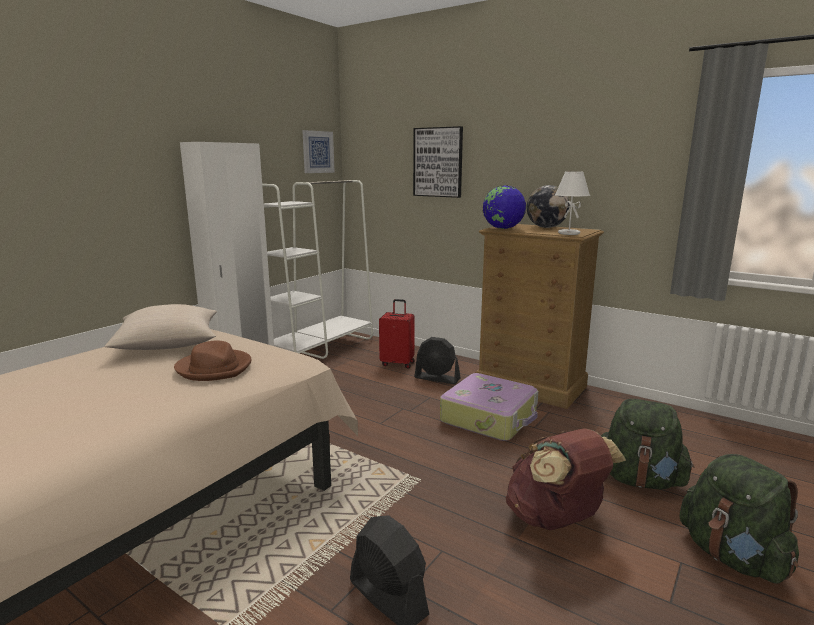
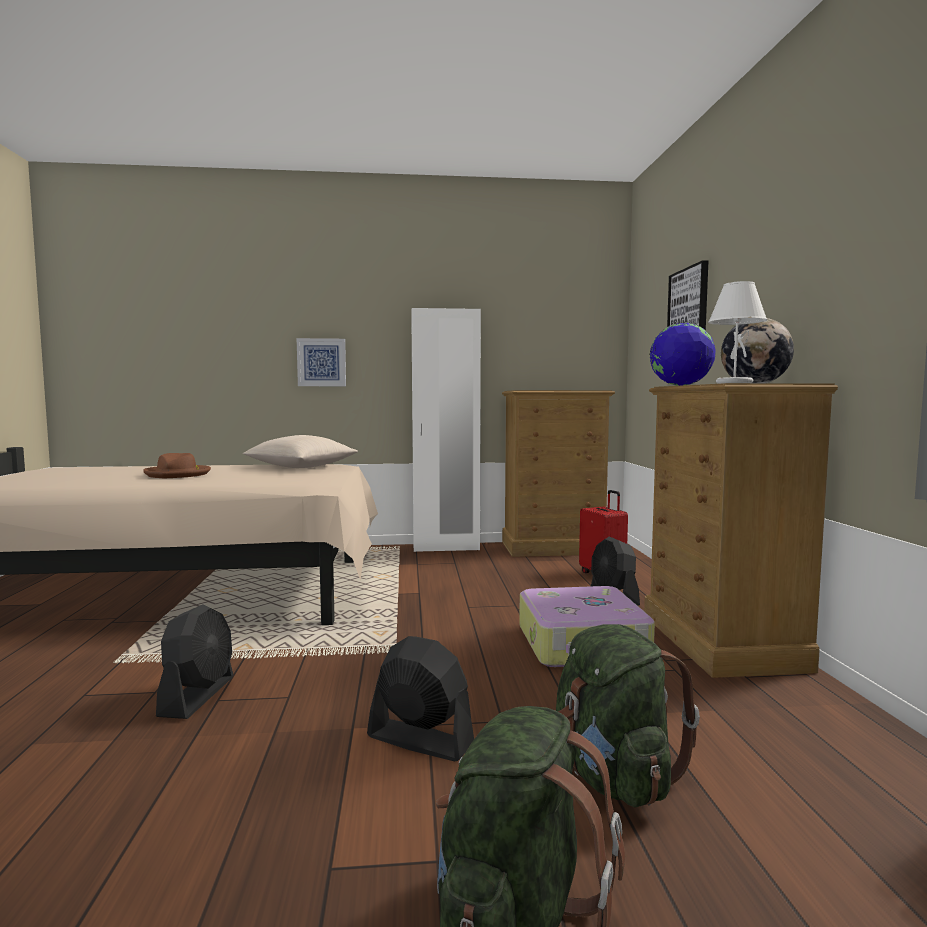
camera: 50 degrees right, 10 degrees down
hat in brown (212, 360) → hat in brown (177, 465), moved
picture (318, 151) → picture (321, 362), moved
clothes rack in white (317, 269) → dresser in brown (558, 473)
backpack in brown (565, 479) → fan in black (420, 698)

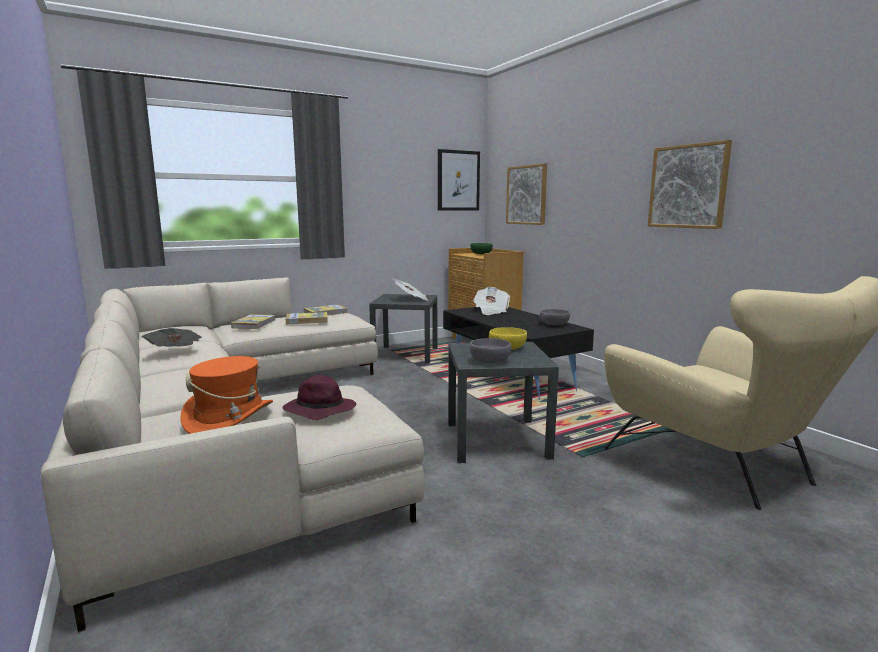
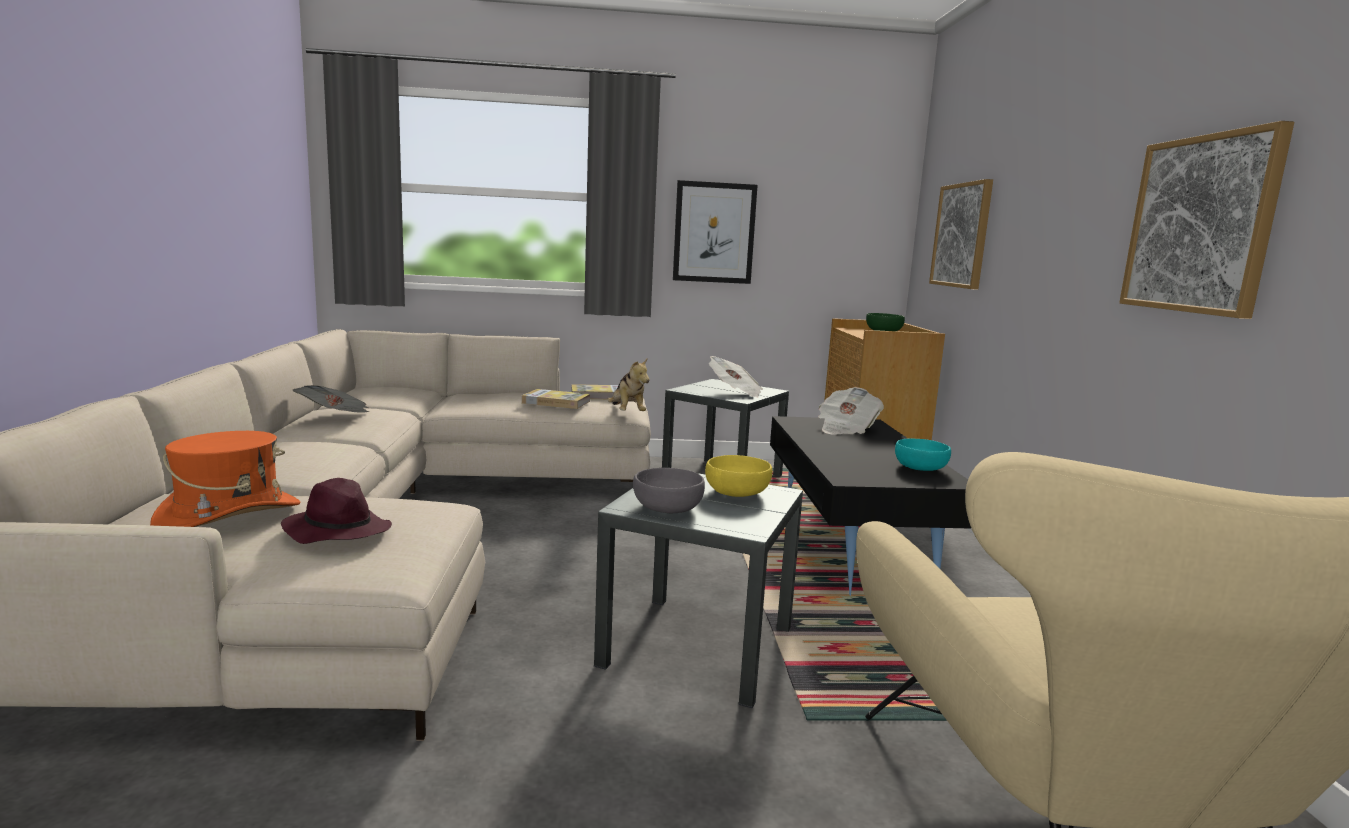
camera: 25 degrees right, 0 degrees up
book (253, 321) → -
- → plush toy (628, 385)
picture (459, 180) → picture (715, 232), moved
bowl in grey (555, 317) → bowl in turquoise (923, 455)

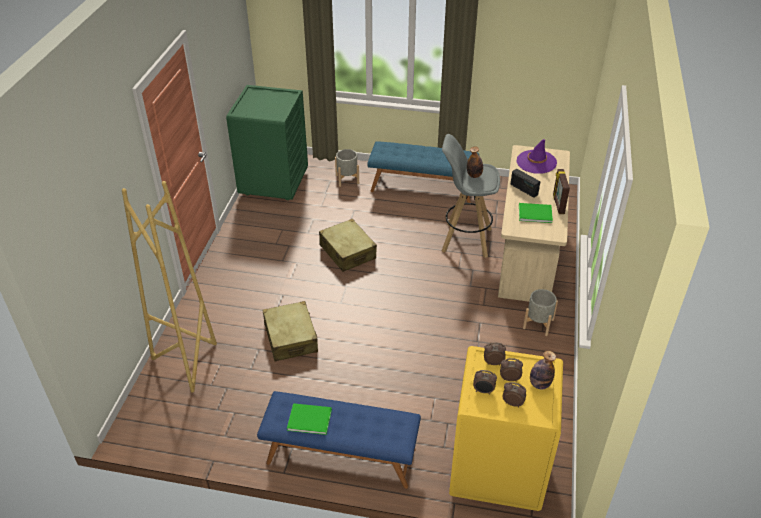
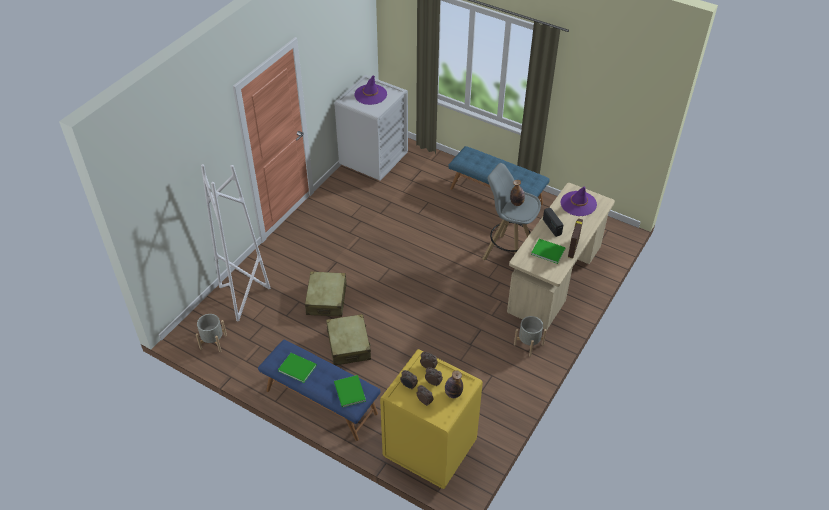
camera: 20 degrees right, 5 degrees up
- → book in green (350, 391)
- → hat in purple (370, 90)
suitcase in beige (348, 245) → suitcase in beige (348, 340), moved
planter in grey (347, 168) → planter in grey (211, 333), moved
clothes rack in yellow (169, 286) → clothes rack in white (235, 243)
dresser in green (267, 142) → dresser in grey (371, 128)

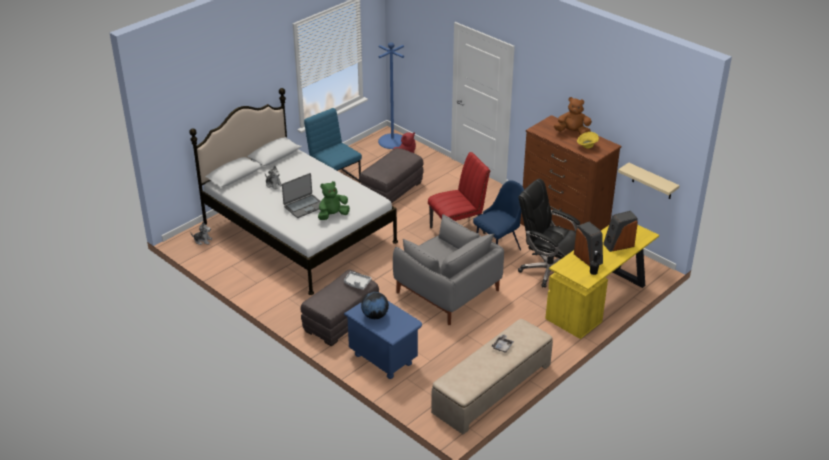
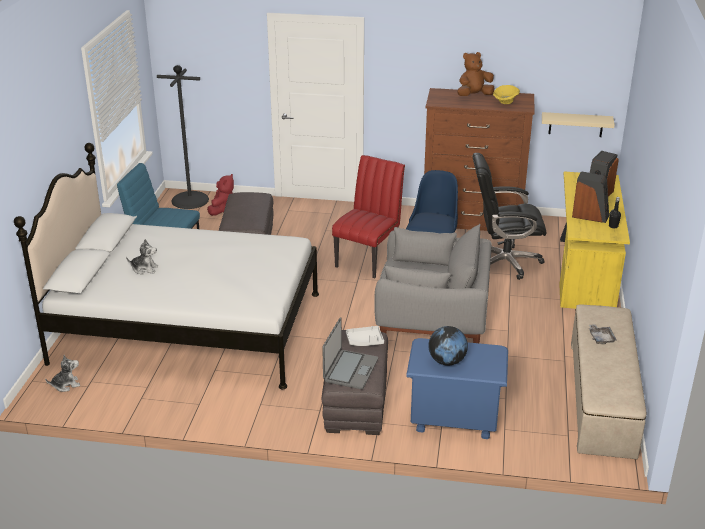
camera: 35 degrees left, 5 degrees down
plush toy in green (334, 200) → -
laptop (301, 195) → laptop (350, 353), moved
clothes rack in blue (391, 95) → clothes rack in black (183, 137)

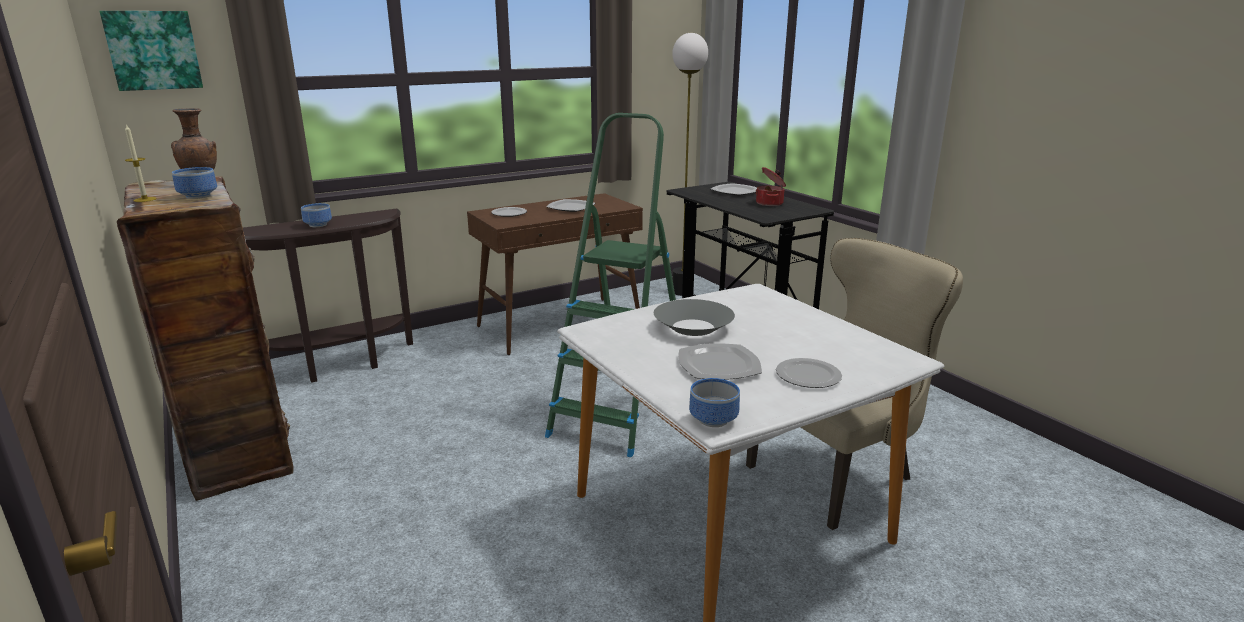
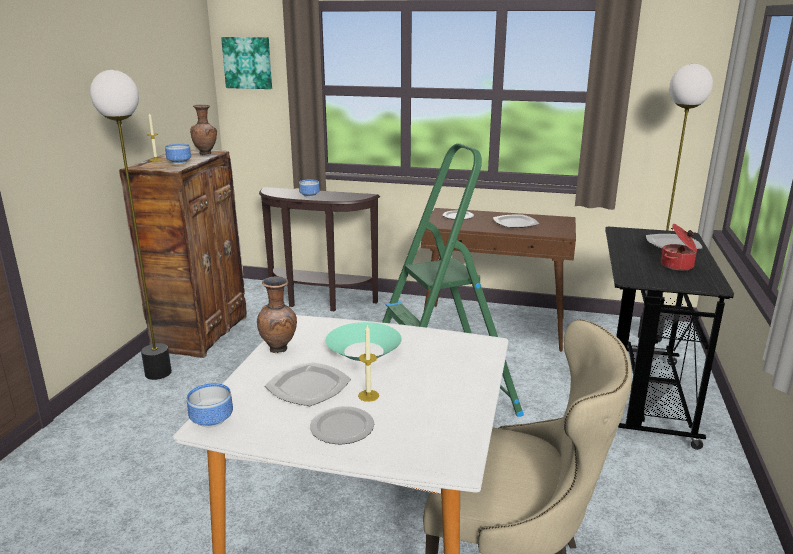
camera: 45 degrees right, 0 degrees up
- → floor lamp (131, 225)
- → vase in brown (277, 314)
- → candle (368, 363)
bowl in grey (694, 317) → bowl in turquoise (364, 341)

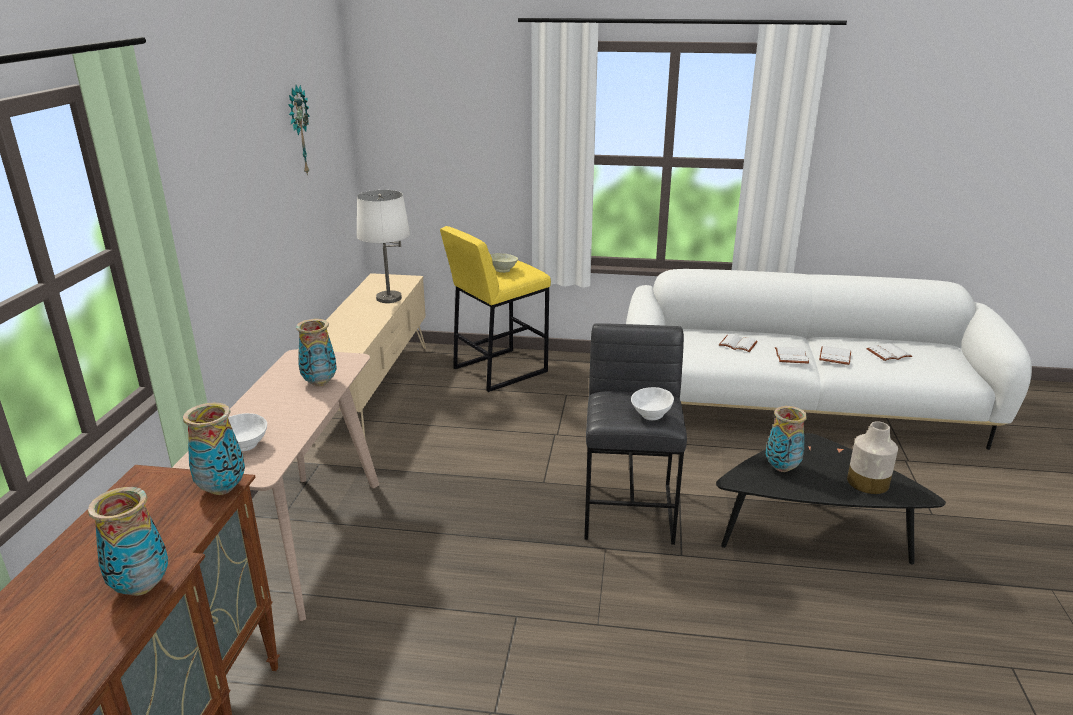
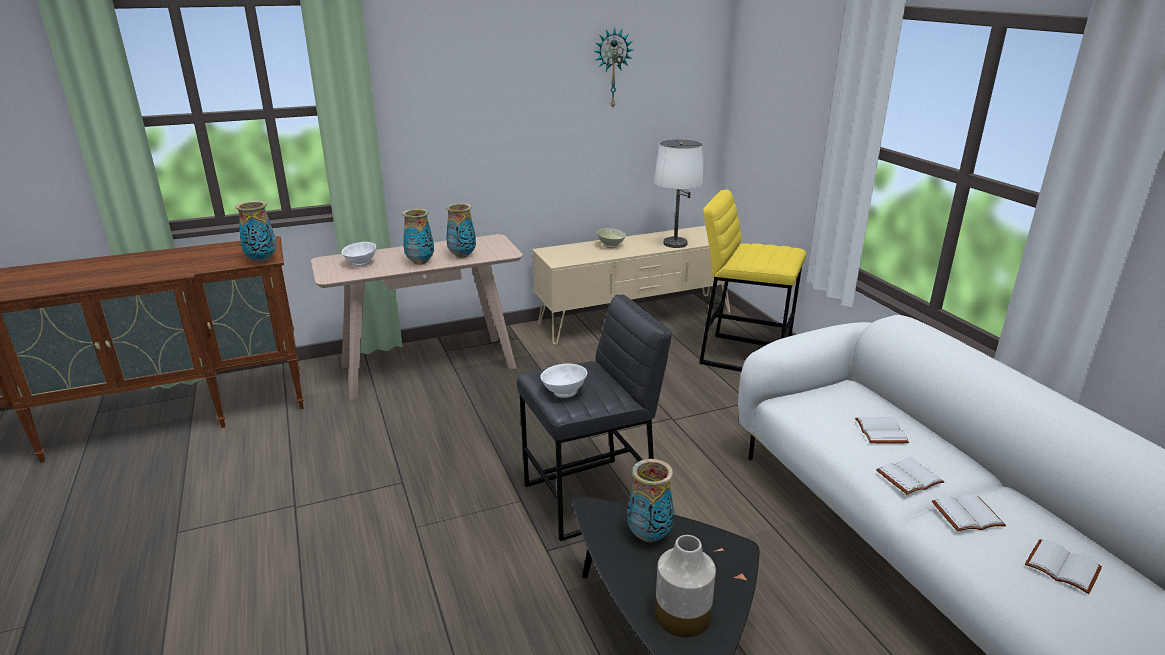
camera: 60 degrees right, 0 degrees up
vase (128, 541) → vase (418, 237), moved
bowl in beige (504, 263) → bowl in beige (611, 238), moved

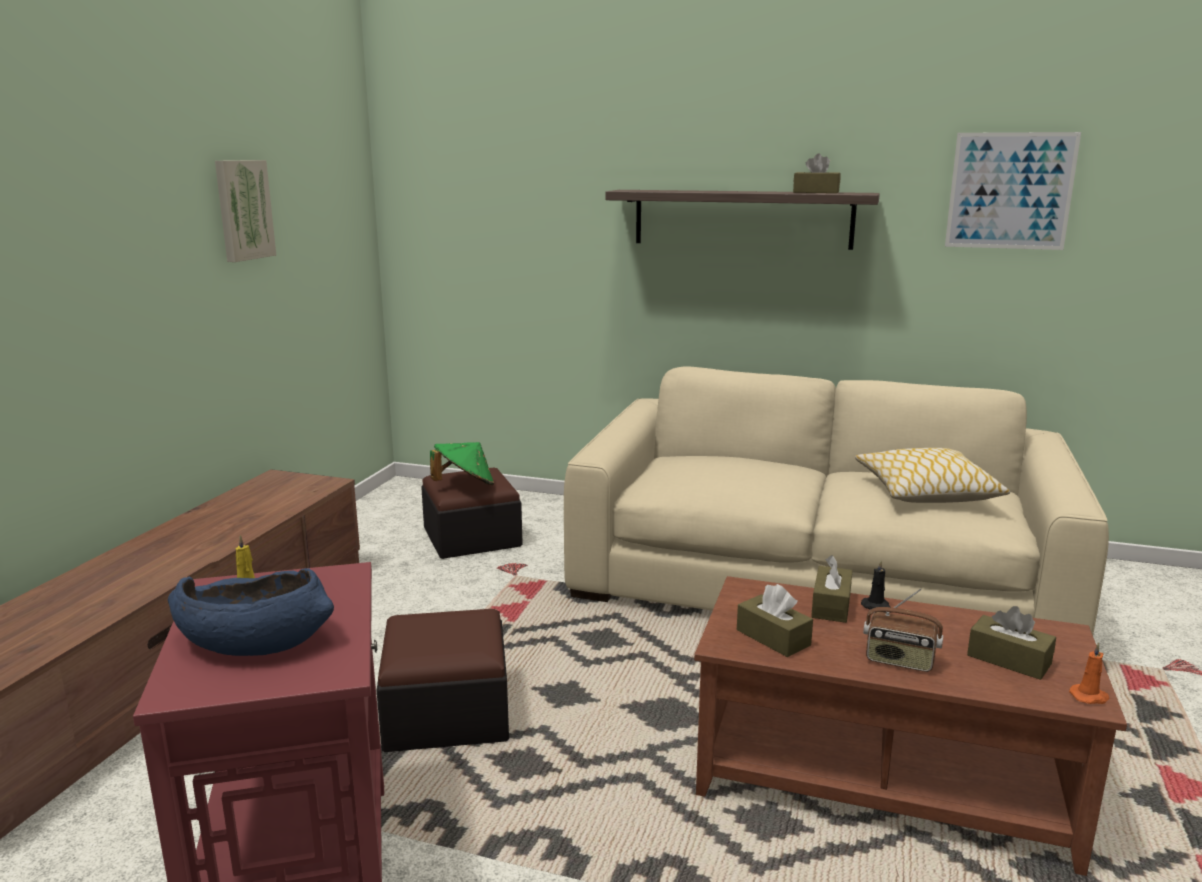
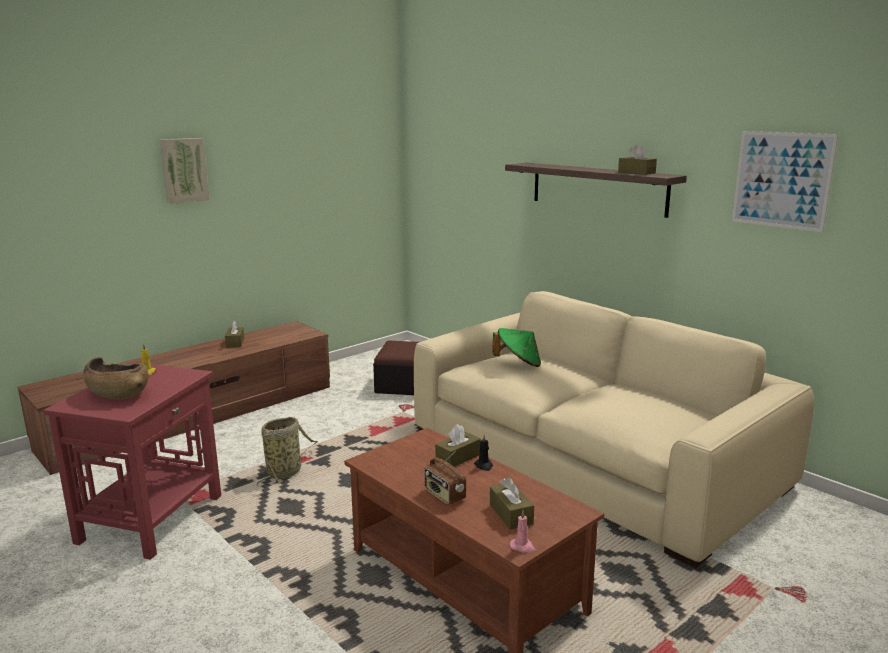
camera: 30 degrees right, 0 degrees up
pillow (932, 475) → -
picture (245, 211) → picture (185, 171), moved
hat in green (462, 463) → hat in green (516, 347), moved
tissue box in brown (775, 620) → tissue box in brown (234, 334), moved
ottoman (442, 680) → basket (286, 451)
bowl in blue (251, 612) → bowl in brown (116, 378)
candle in orange (1089, 673) → candle in pink (522, 531)

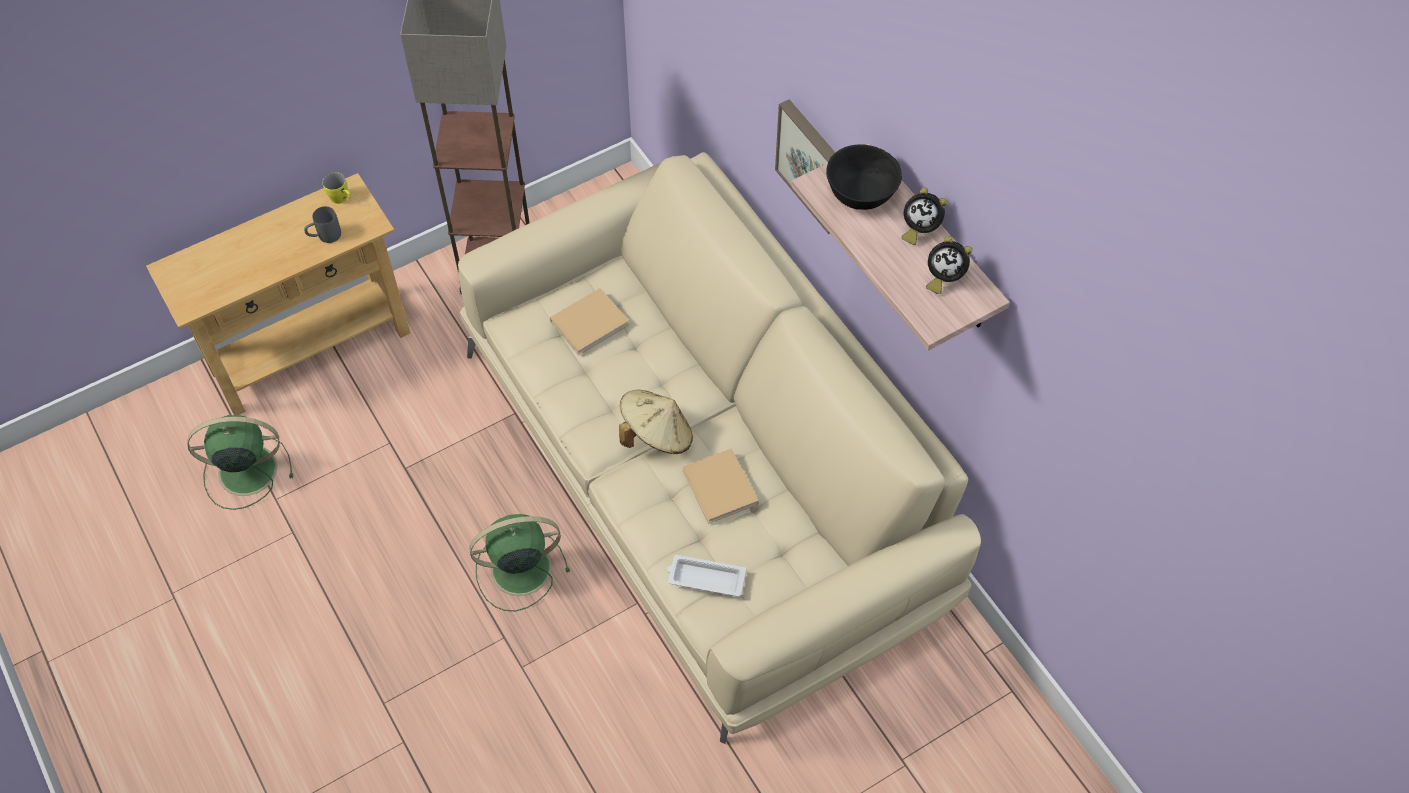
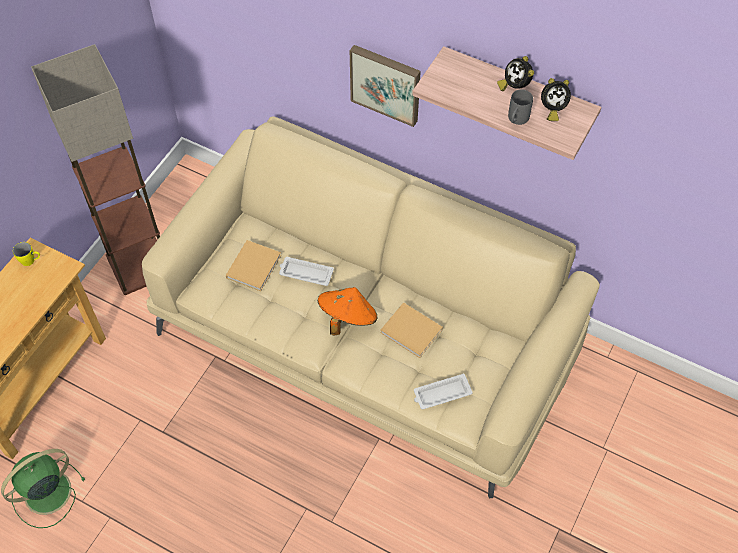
camera: 30 degrees left, 0 degrees up
fan in green (519, 562) → -
bowl in black (864, 177) → -
- → tray in white (306, 271)
mug in grey (322, 224) → mug in grey (520, 107), moved
hat in beige (656, 422) → hat in orange (347, 311)
alarm clock (924, 216) → alarm clock (515, 73), 75 degrees clockwise

